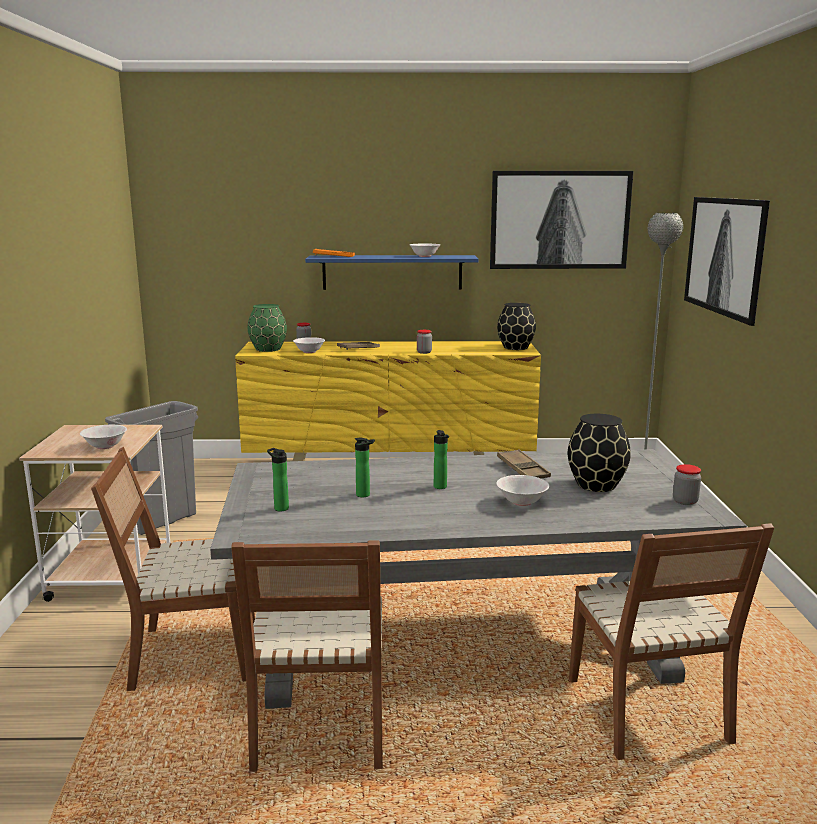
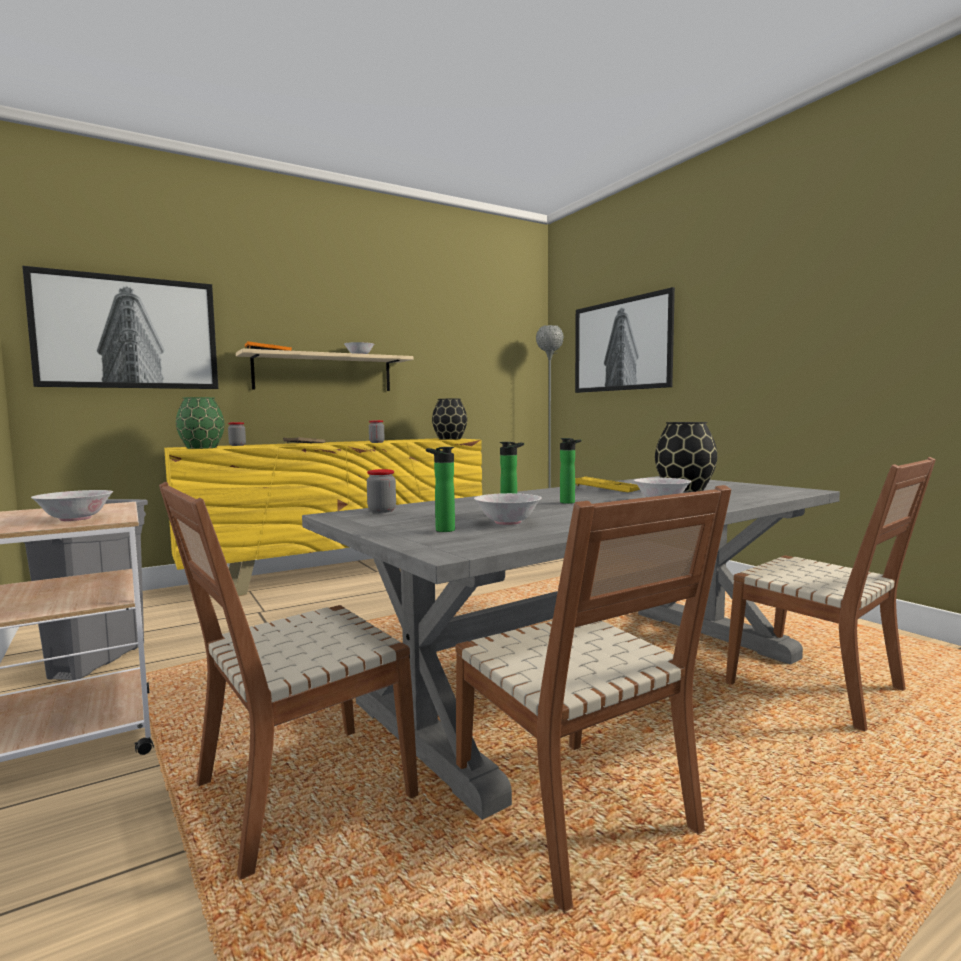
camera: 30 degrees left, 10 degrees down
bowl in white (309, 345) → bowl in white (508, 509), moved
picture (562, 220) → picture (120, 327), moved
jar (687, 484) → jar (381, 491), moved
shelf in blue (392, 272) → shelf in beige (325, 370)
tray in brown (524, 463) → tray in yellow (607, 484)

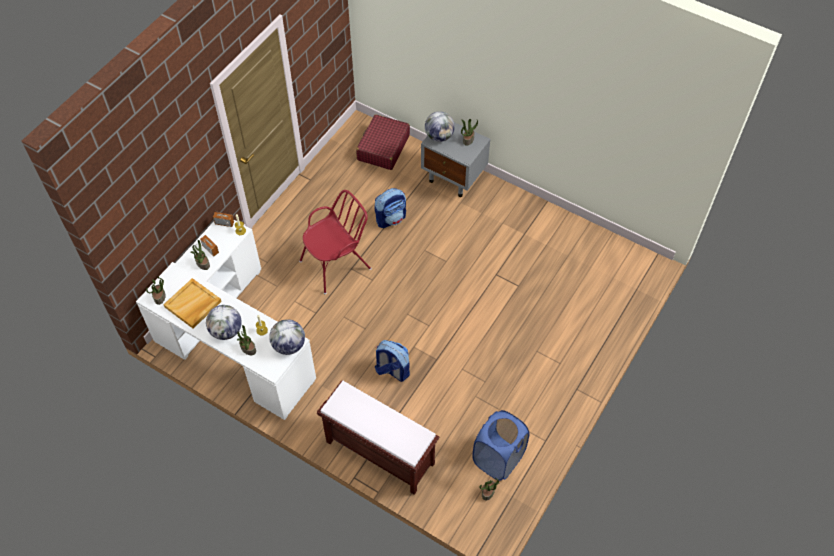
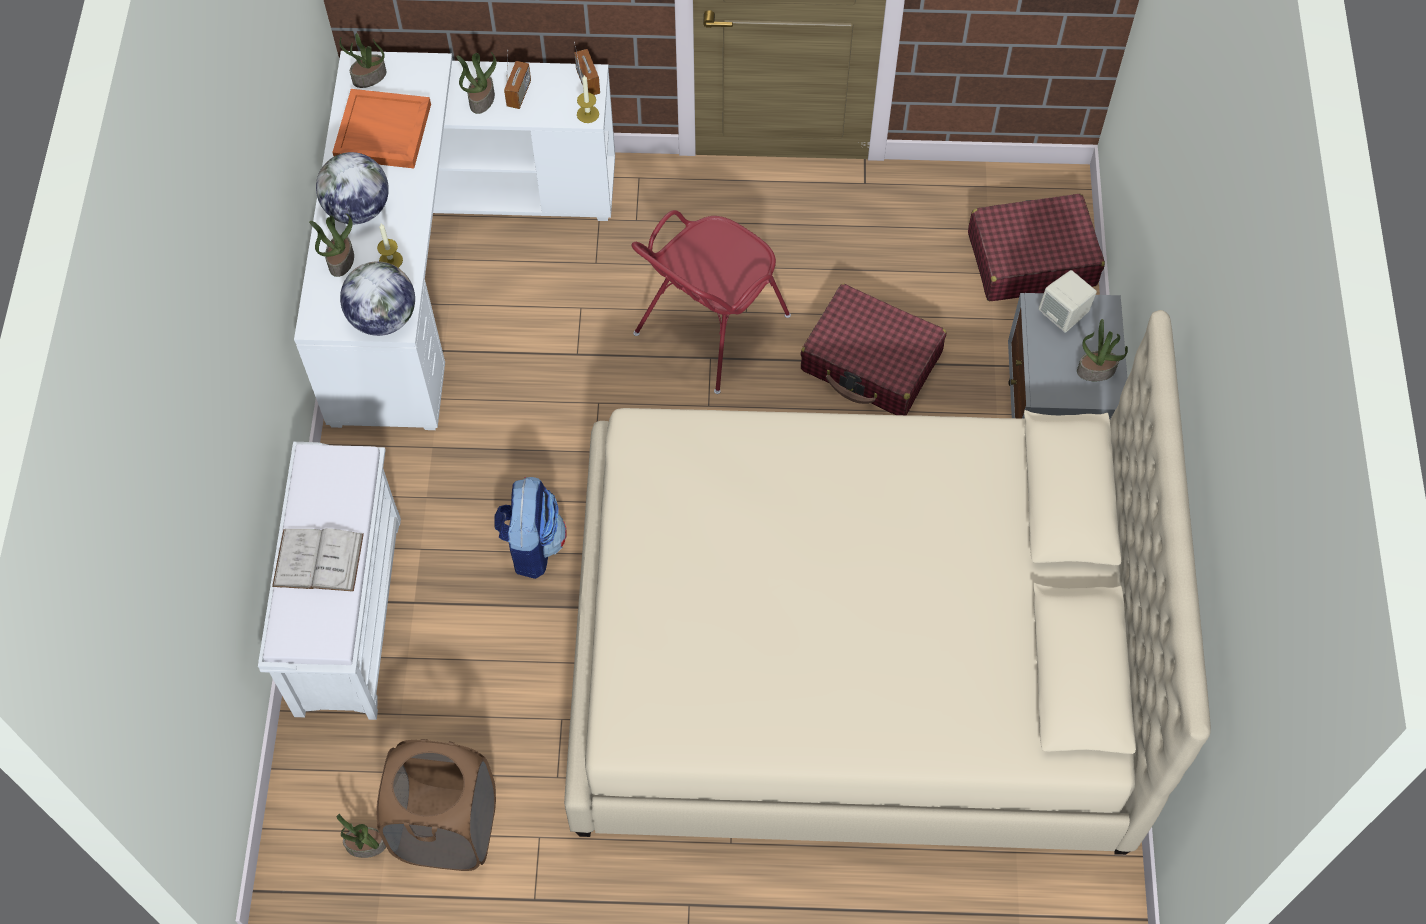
camera: 60 degrees right, 5 degrees up
- → book in white (318, 560)
- → bed in beige (887, 582)
backpack (390, 208) → suitcase in red (873, 349)
globe (440, 126) → speaker in beige (1068, 301)
tray in beige (192, 303) → tray in orange (381, 128)
bench in brown (378, 437) → bench in white (329, 581)
laundry basket in blue (501, 445) → laundry basket in brown (436, 805)
chair in red (335, 242) → chair in red (711, 302), 105 degrees clockwise

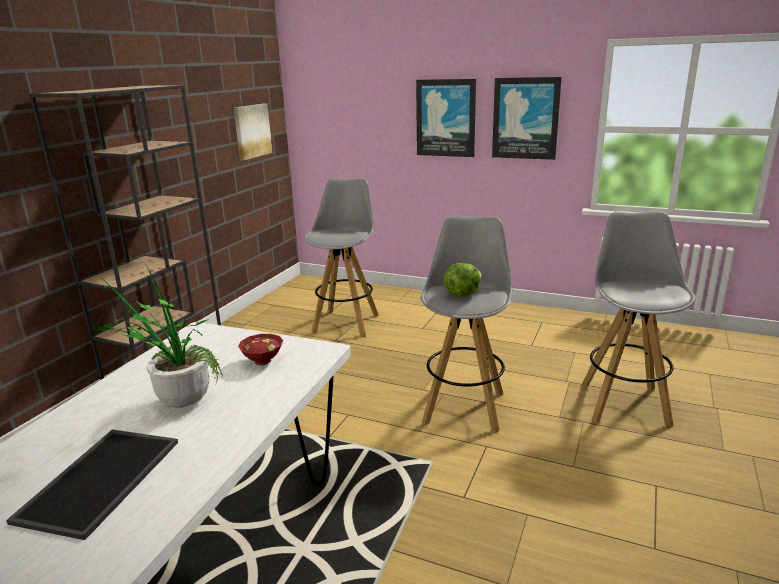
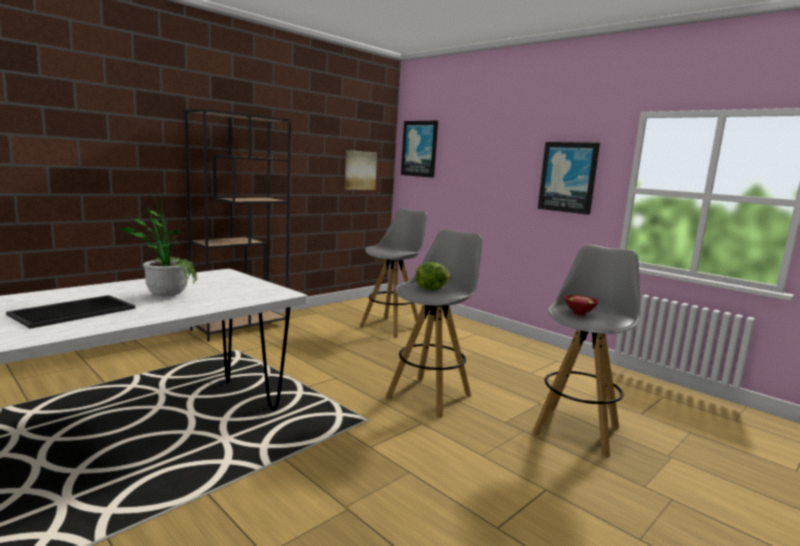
camera: 20 degrees right, 10 degrees down
bowl in red (260, 349) → bowl in red (581, 305), moved
picture (446, 118) → picture (419, 149), moved

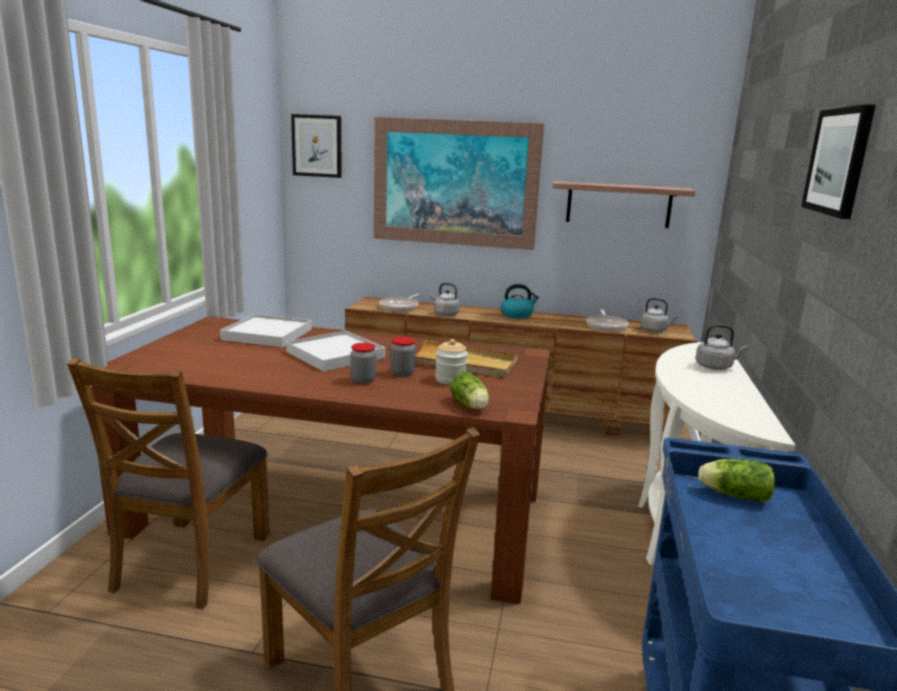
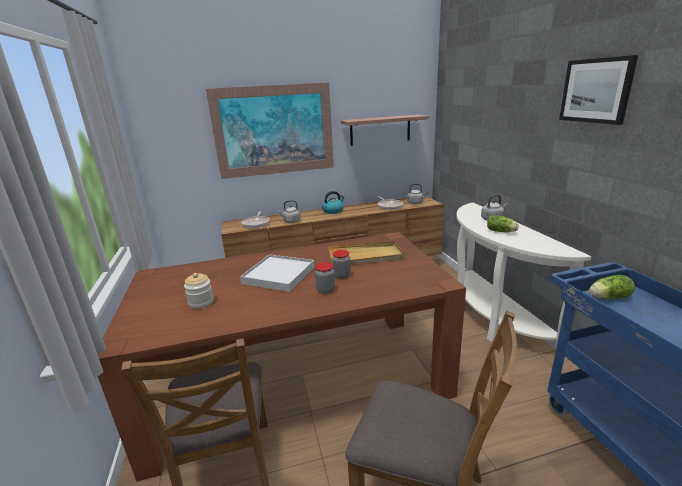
camera: 25 degrees left, 5 degrees up
tray in white (266, 330) → -
picture (316, 146) → -
jar (451, 362) → jar (199, 291), moved
lettuce (469, 390) → lettuce (503, 223), moved

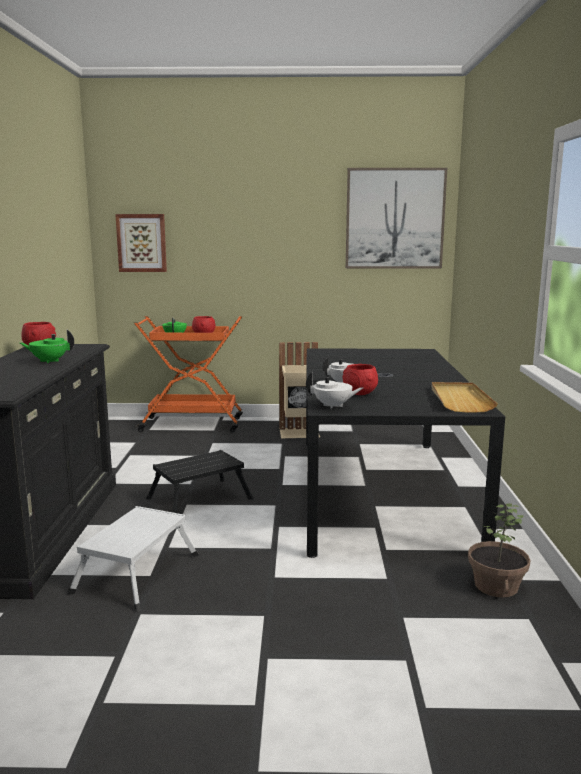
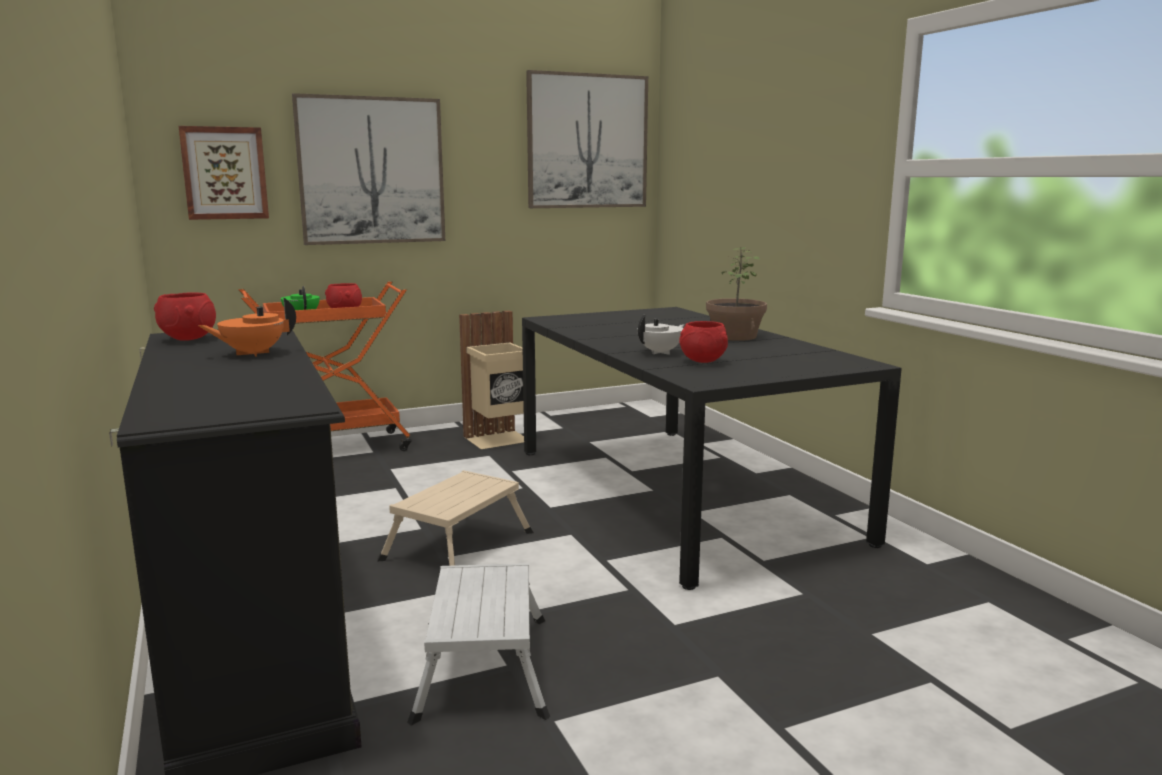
camera: 25 degrees left, 0 degrees up
teapot in white (334, 390) → -
tray in beige (464, 397) → -
- → picture (368, 169)
potted plant (499, 550) → potted plant (736, 294), moved
teapot in green (47, 346) → teapot in orange (247, 327)
step ladder in black (200, 481) → step ladder in beige (455, 518)

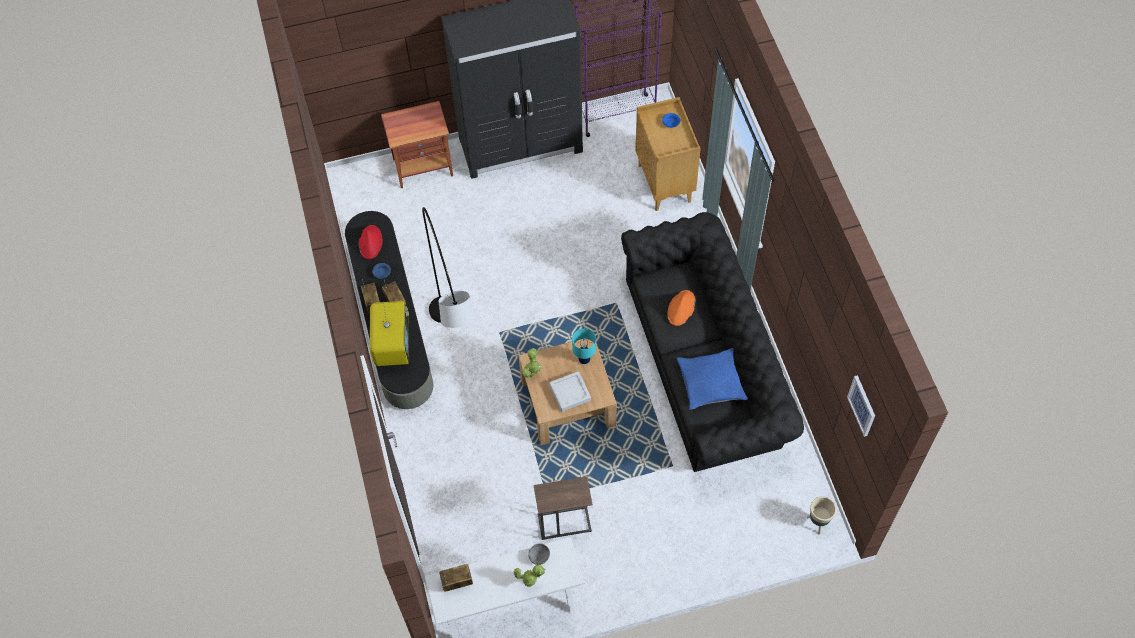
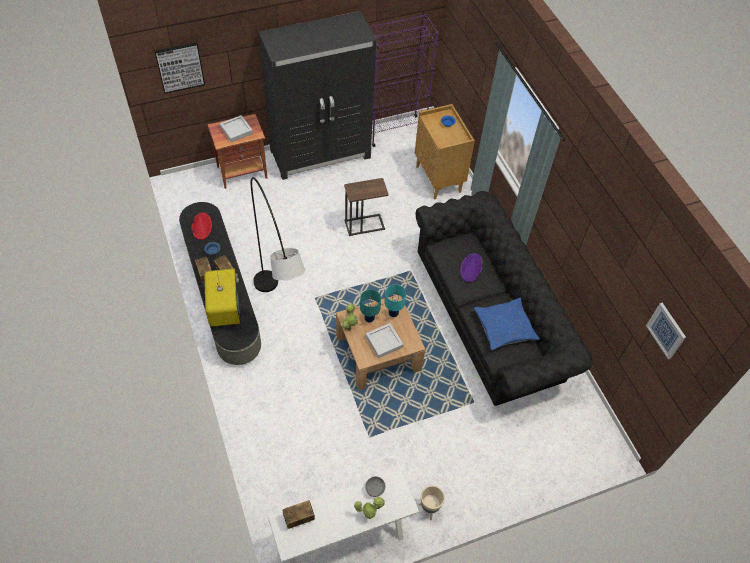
camera: 10 degrees left, 5 degrees down
- → picture (179, 68)
- → tray in grey (236, 128)
- → table lamp in turquoise (370, 306)
side table in brown (563, 508) → side table in brown (366, 207), moved
planter in beige (821, 516) → planter in beige (432, 503), moved
hat in orange (681, 308) → hat in purple (471, 267)

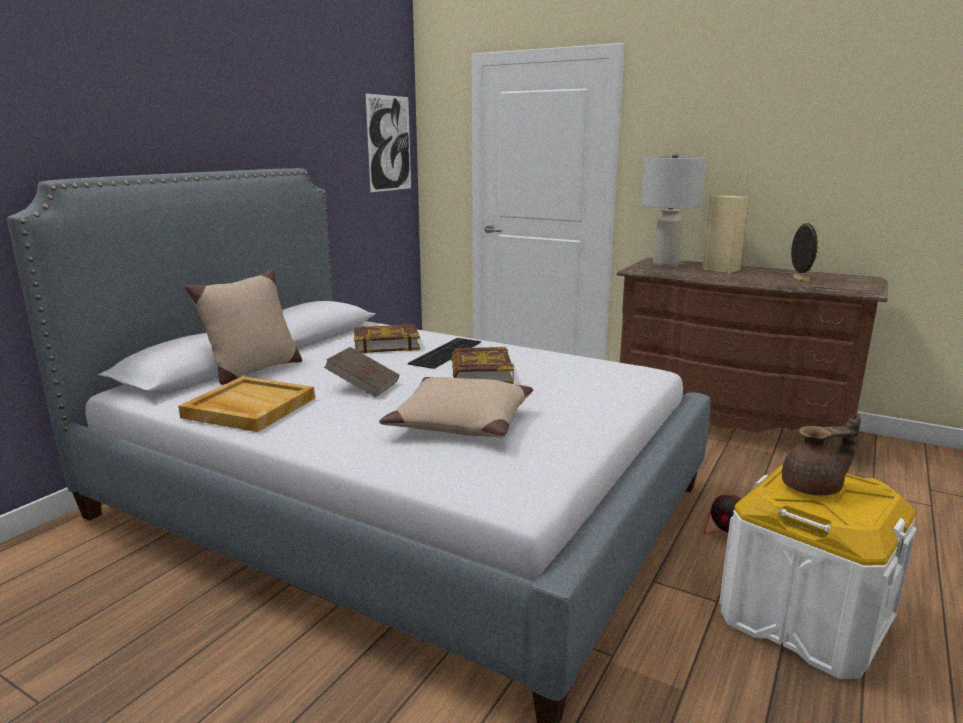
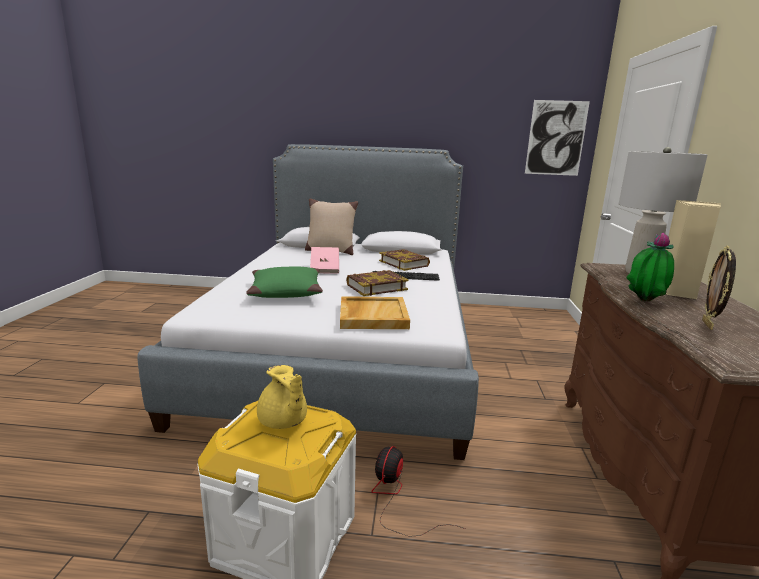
camera: 65 degrees right, 0 degrees up
- → potted plant (650, 267)
tray in beige (246, 404) → tray in beige (375, 312), moved
book in brown (361, 372) → book in pink (324, 260)
pillow in beige (456, 407) → pillow in green (284, 282)
teapot in brown (821, 455) → teapot in yellow (282, 397)
picture frame (805, 251) → picture frame (719, 288), 150 degrees clockwise

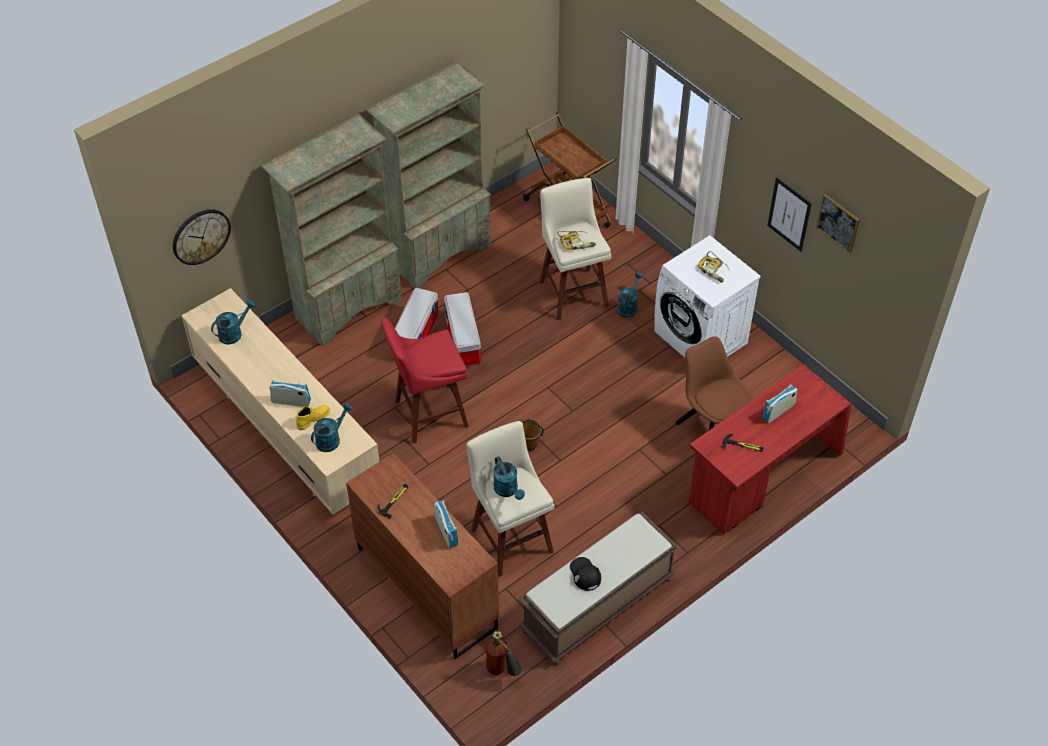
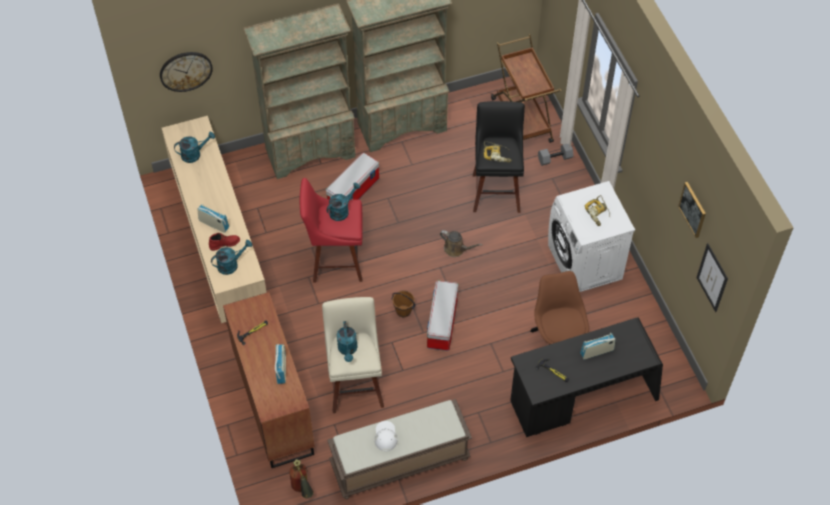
camera: 20 degrees right, 5 degrees up
- → watering can in brown (461, 243)
- → dumbbell in grey (556, 155)
storage box (462, 329) → storage box (442, 316), moved
watering can in turquoise (630, 295) → watering can in turquoise (343, 201), moved
picture (789, 214) → picture (712, 277), moved
boot in yellow (313, 417) → boot in red (224, 242)
stool in beige (575, 249) → stool in black (499, 157)
cap in black (585, 574) → cap in white (386, 436)
desk in red (770, 449) → desk in black (586, 377)

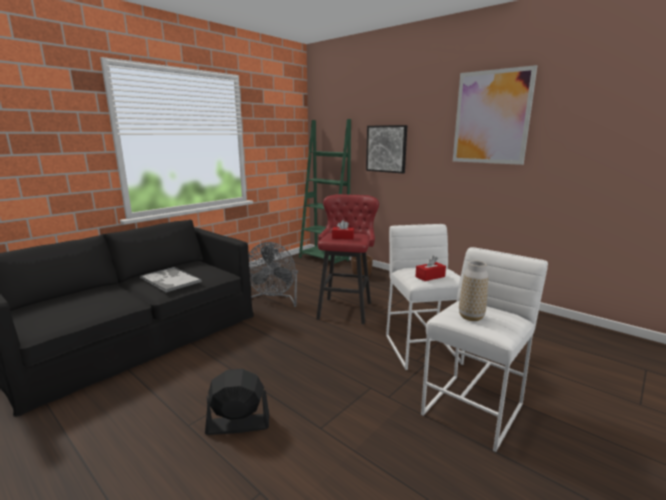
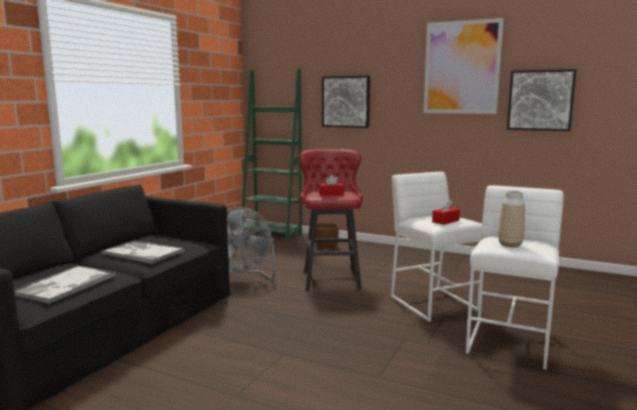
camera: 15 degrees left, 5 degrees down
fan in black (237, 402) → -
- → tray (65, 284)
- → picture (542, 100)

